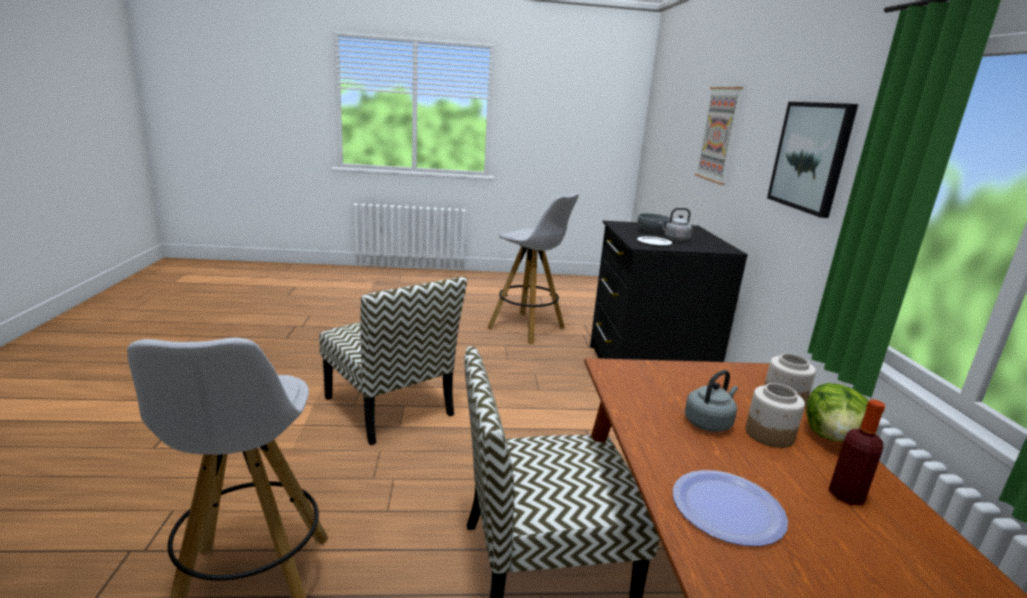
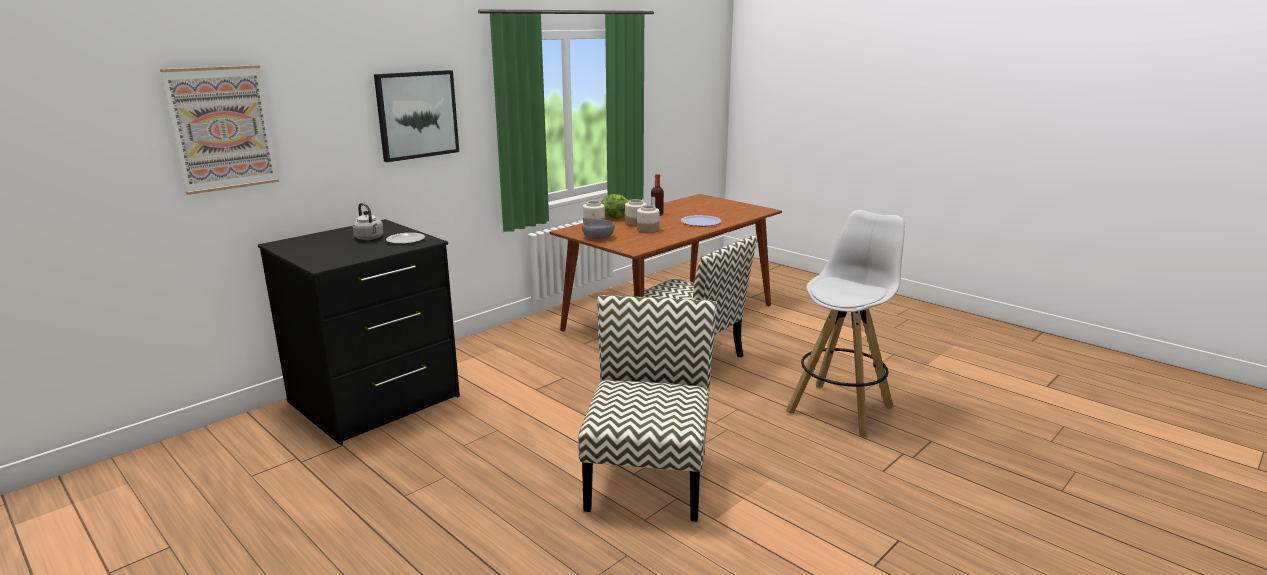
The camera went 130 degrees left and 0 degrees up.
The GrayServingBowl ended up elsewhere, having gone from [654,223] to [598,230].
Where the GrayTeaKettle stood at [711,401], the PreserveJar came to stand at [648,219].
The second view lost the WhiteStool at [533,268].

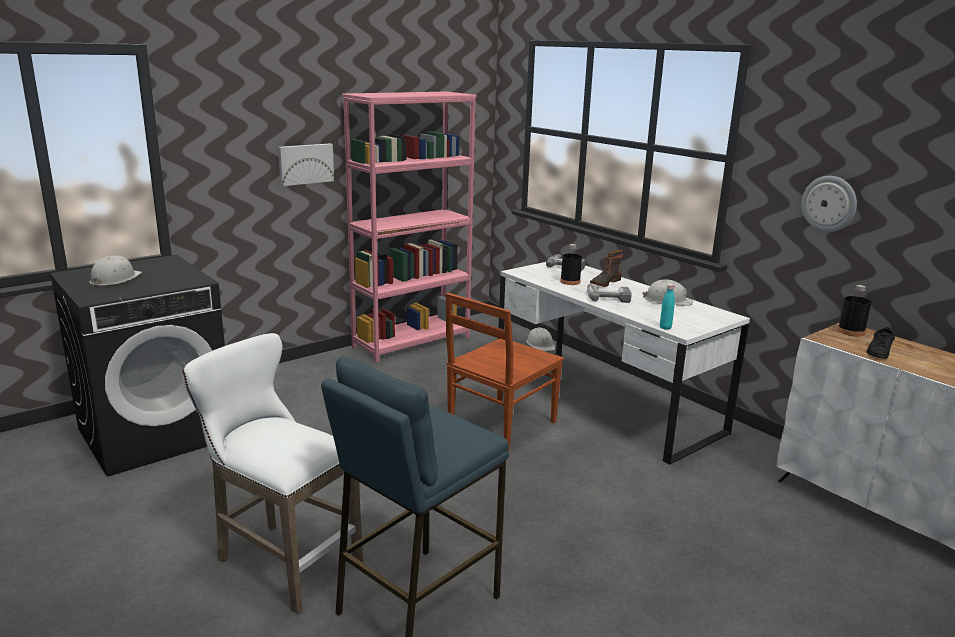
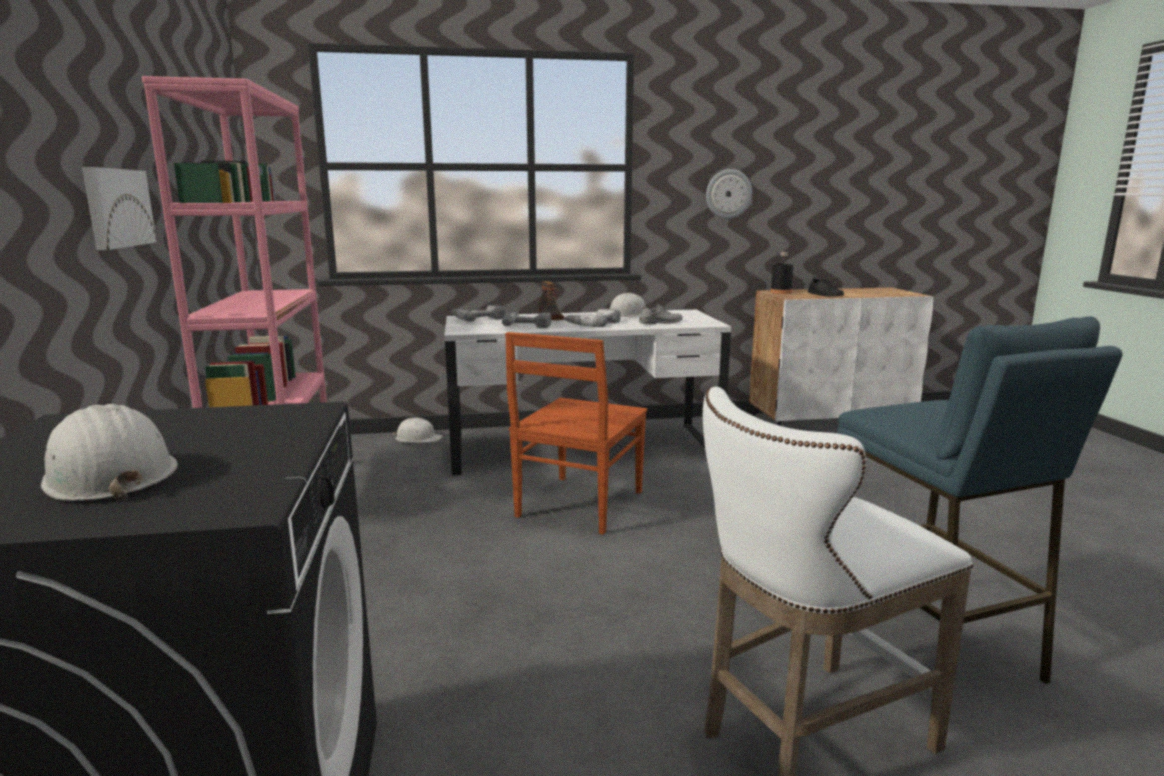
The camera went 60 degrees left and 5 degrees down.
Where the BlackishBeverageBottle stood at [571,264], the PowerDrill came to stand at [526,320].
The BrownishChair at [505,372] ended up facing another way, 45 degrees clockwise from before.
The second view gained the GrayItemOfFootwear at [661,314].
The second view lost the TurquoiseBeverageBottle at [667,307].

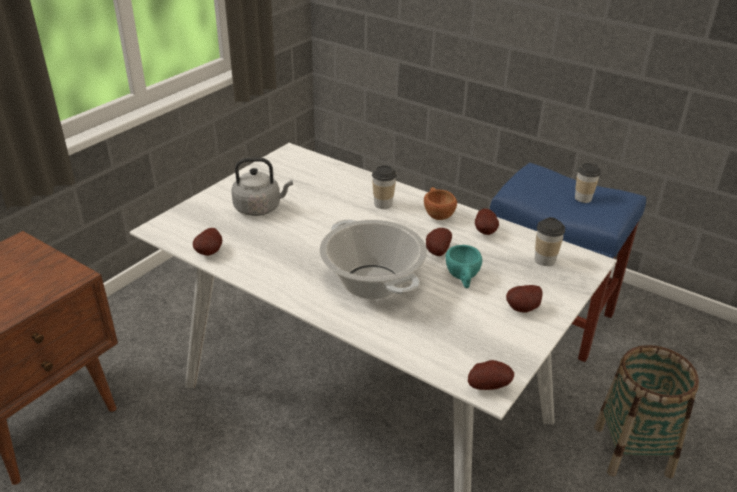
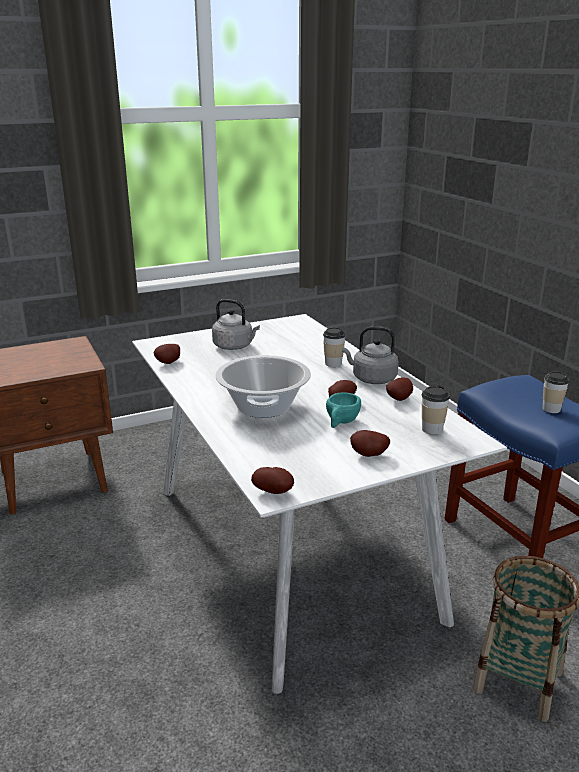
The camera went 30 degrees right and 10 degrees down.
Where the BrownishSmallCup stood at [440,203], the GrayTeaKettle came to stand at [370,355].

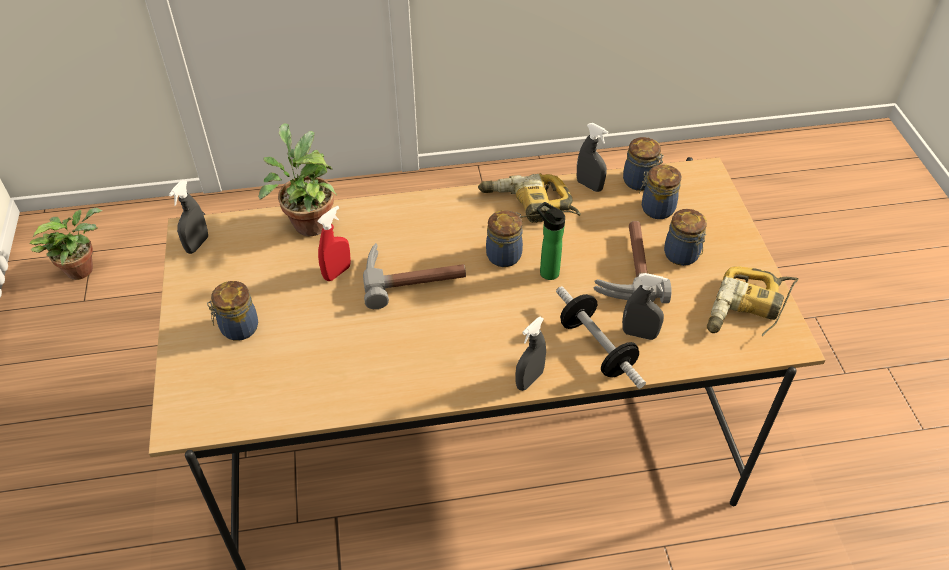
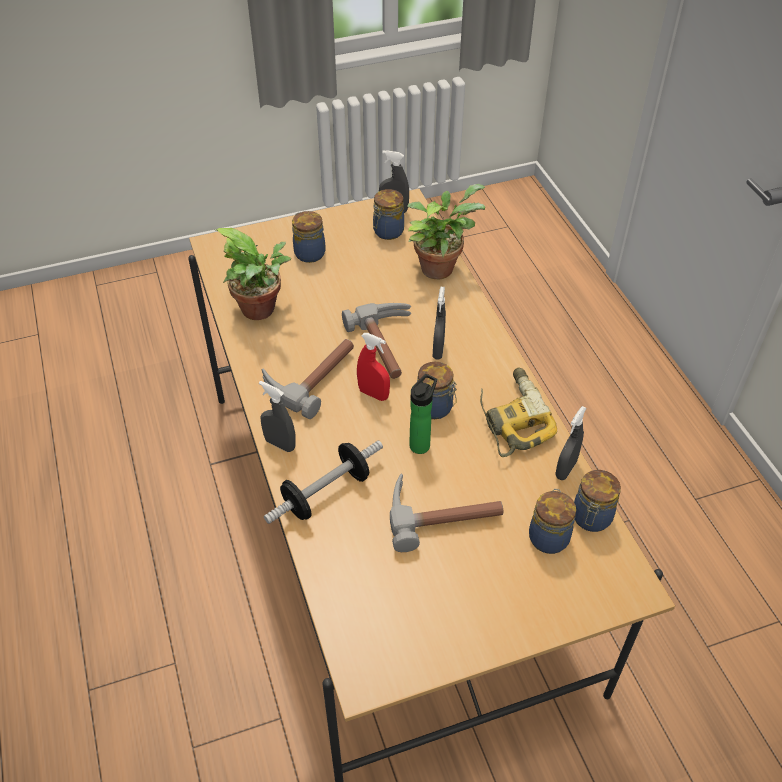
The camera went 80 degrees right and 0 degrees up.
The PottedPlant ended up elsewhere, having gone from [66,244] to [253,274].
The second view gained the HandHammer at [308,379].
The RedColouredSprayer ended up elsewhere, having gone from [334,243] to [373,367].
The PreserveJar ended up elsewhere, having gone from [685,237] to [388,214].
The GraySprayer ended up elsewhere, having gone from [645,306] to [439,323].
The second view lost the PowerDrill at [753,301].

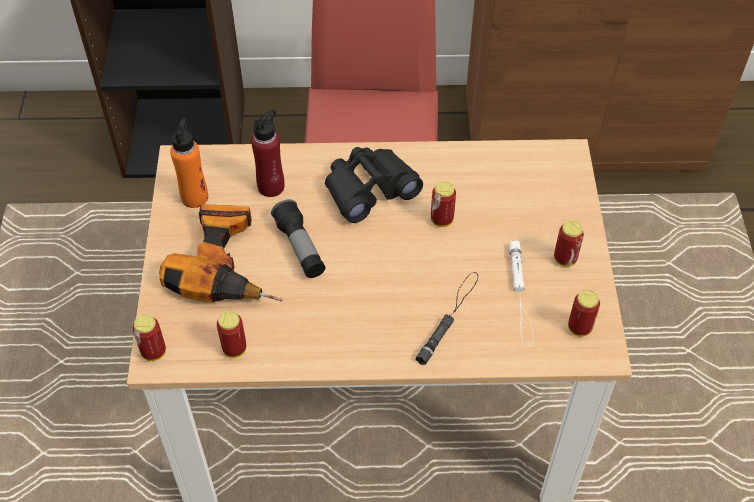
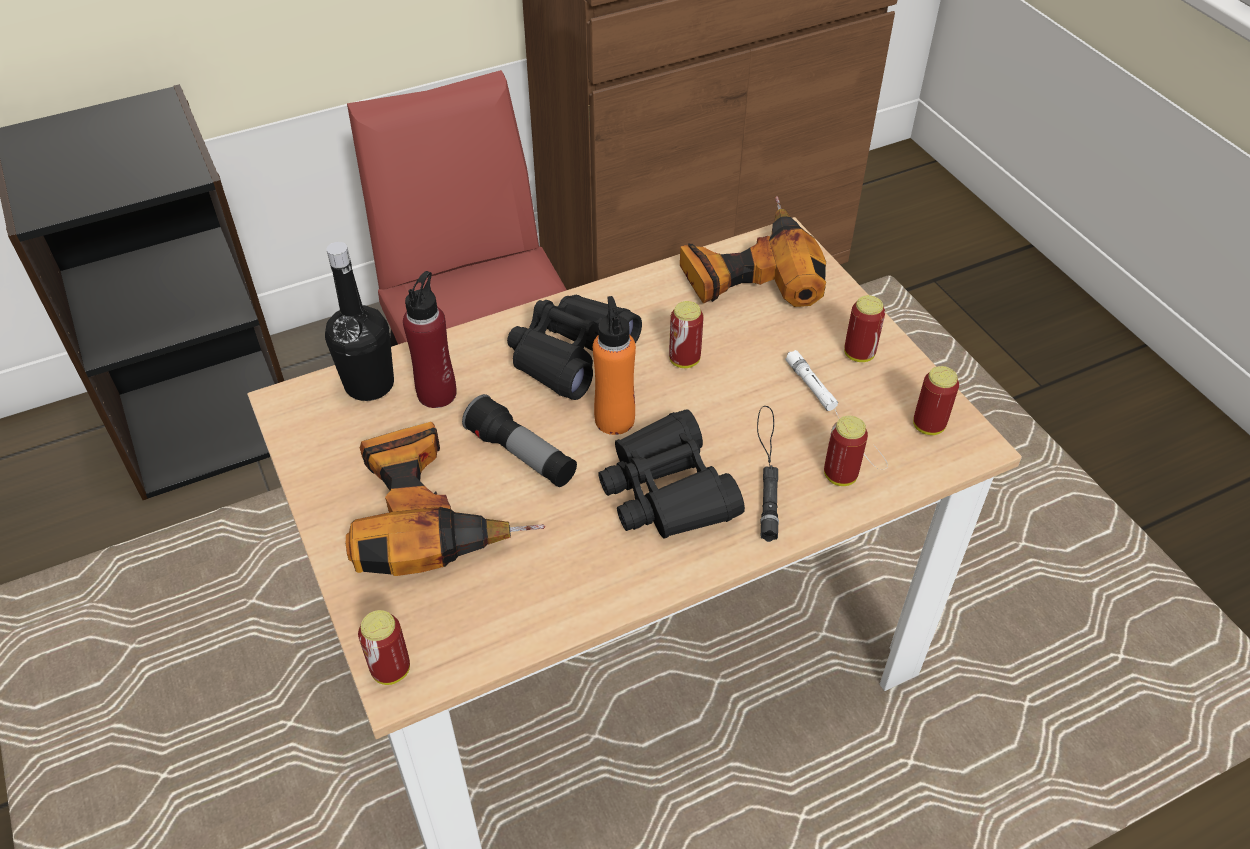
The camera went 25 degrees left and 5 degrees down.
The second view gained the BlackishBeverageBottle at [359,321].
The OrangeBeverageBottle ended up elsewhere, having gone from [189,163] to [614,365].
The second view gained the BlackishBinoculars at [671,474].
The second view gained the PowerDrill at [753,251].
The Can ended up elsewhere, having gone from [231,334] to [846,451].

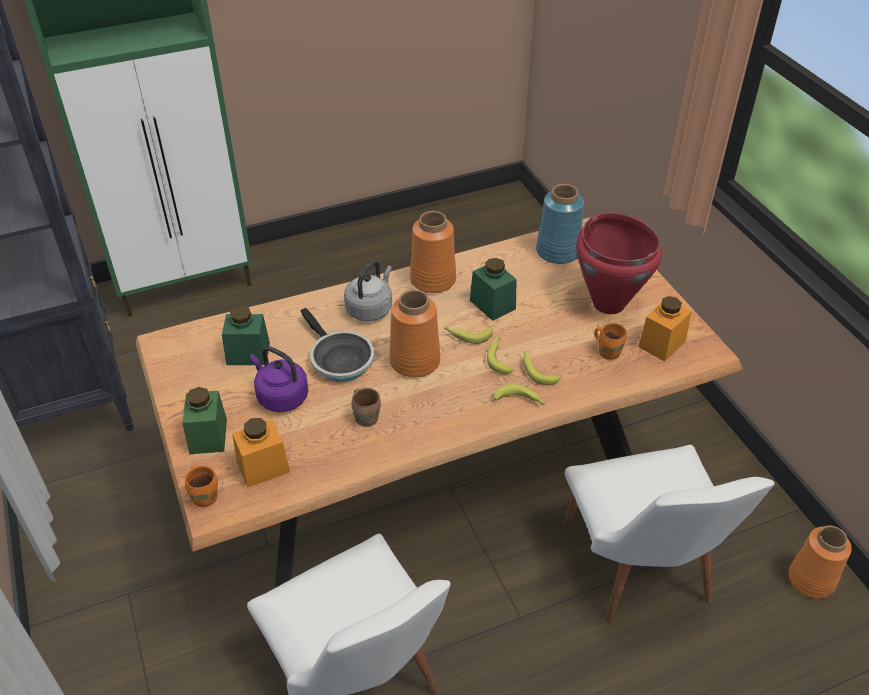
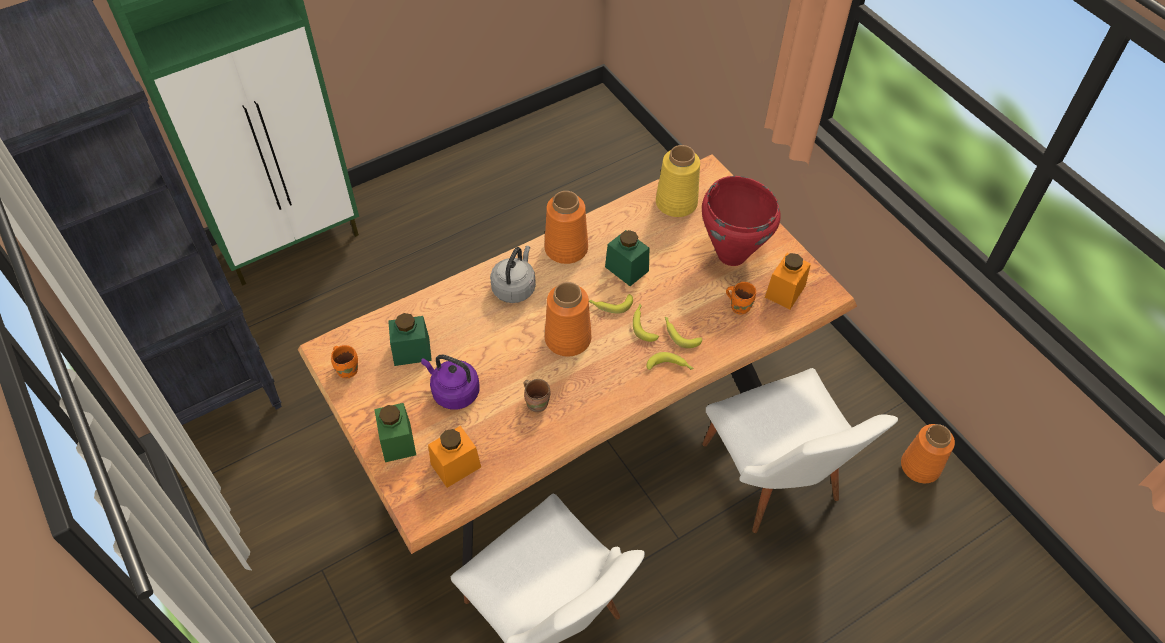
The camera went 10 degrees left and 10 degrees up.
The OrangeTeaMug ended up elsewhere, having gone from [201,486] to [344,361].
What was the BluishDecorativeVase at [560,224] turned into the YellowDecorativeVase at [678,181].
The second view lost the FryingPan at [338,345].

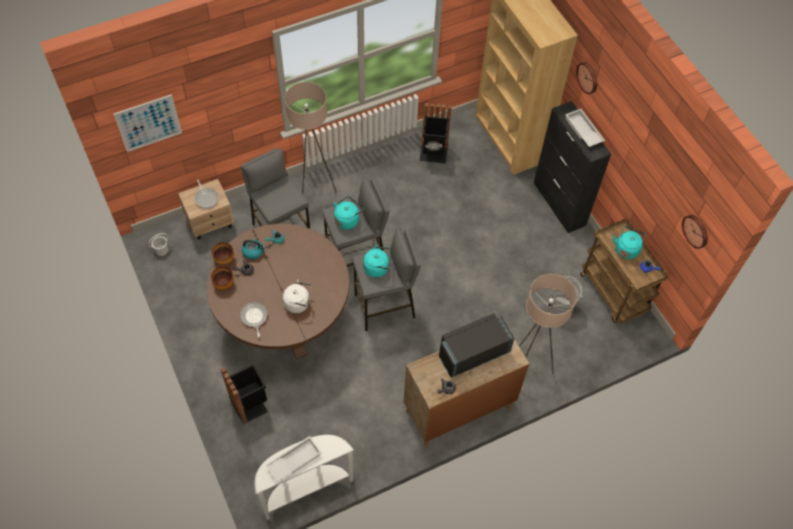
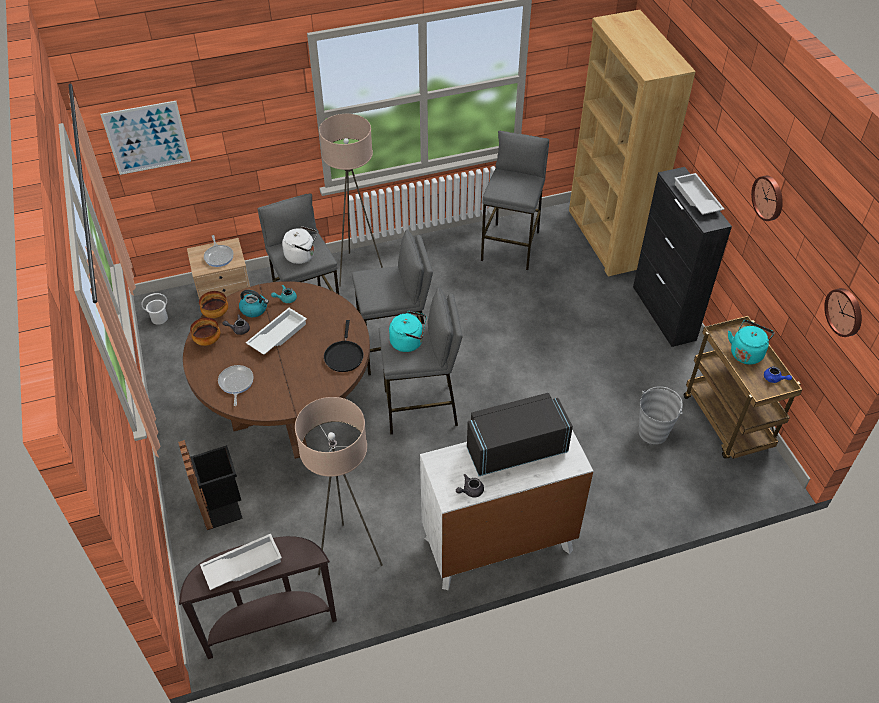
The camera went 10 degrees right and 10 degrees down.
What was the WhiteNarrowTable at [304,477] turned into the BrownishNarrowTable at [258,597].
The second view gained the WhiteServingTray at [276,331].
The WhiteTeaKettle ended up elsewhere, having gone from [297,296] to [300,245].
The SandColouredStandardLamp ended up elsewhere, having gone from [548,324] to [339,486].
The second view gained the BlackishFryingPan at [344,346].
What was the BrownishDresser at [466,393] turned into the WhiteDresser at [506,510].
Where the BlackishRubbishBin stood at [436,133], the GrayStool came to stand at [515,200].
The ClockOnTheWall ended up elsewhere, having gone from [586,78] to [767,198].
The second view lost the TurquoiseTeaKettle at [349,213].

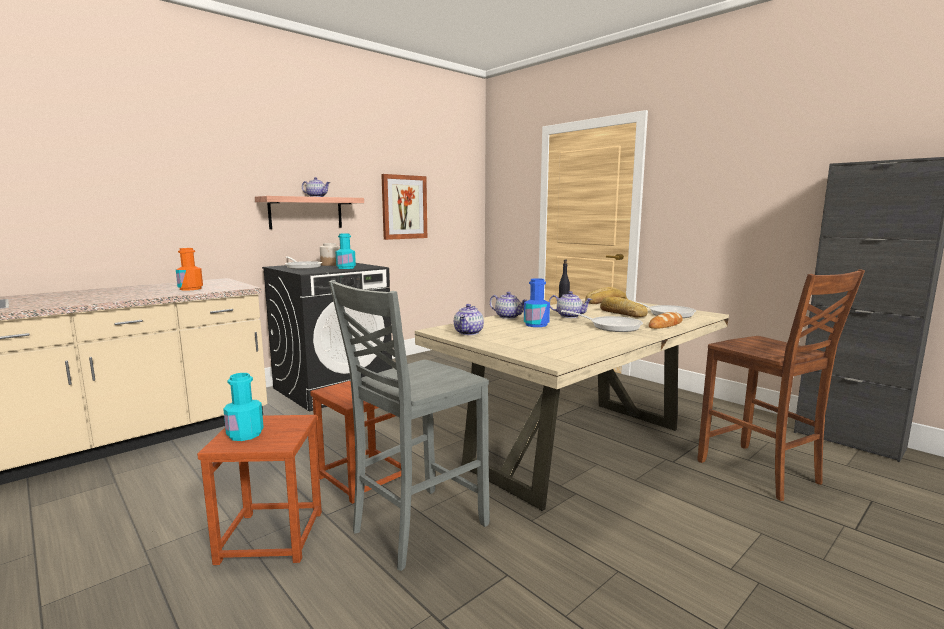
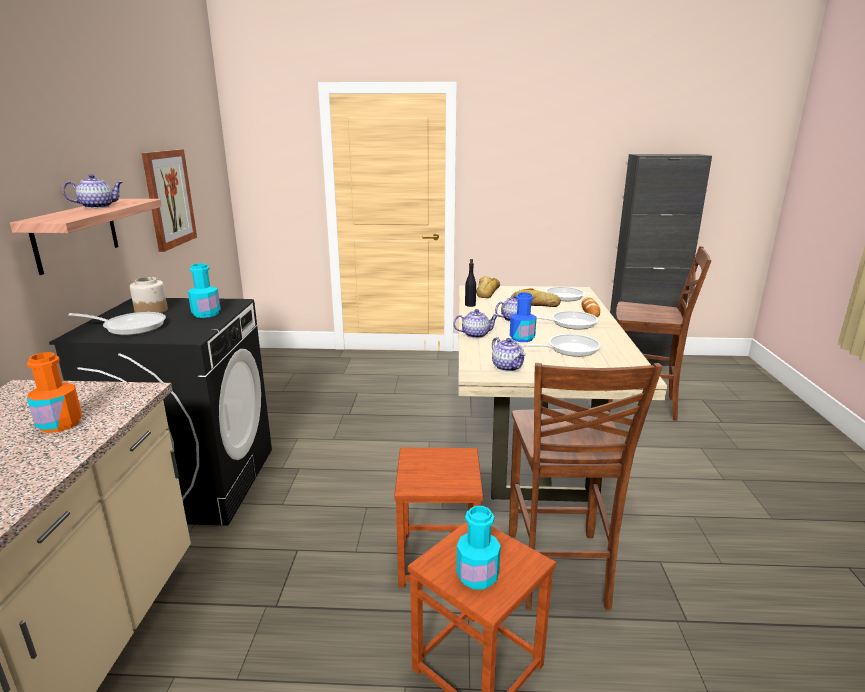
The camera went 45 degrees left and 10 degrees up.
What was the GrayChair at [409,425] turned into the BrownishChair at [586,487].
The second view gained the FryingPan at [560,345].

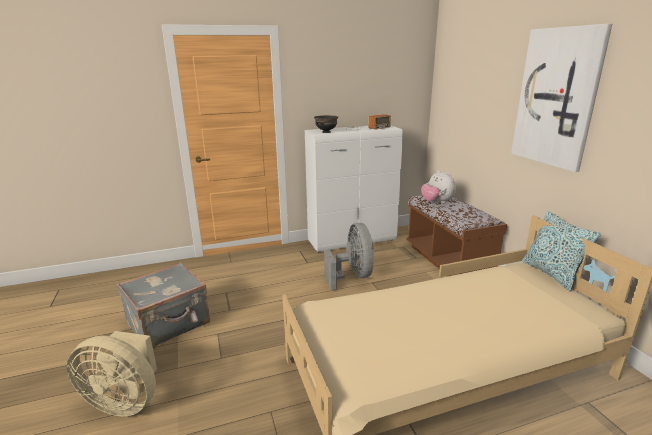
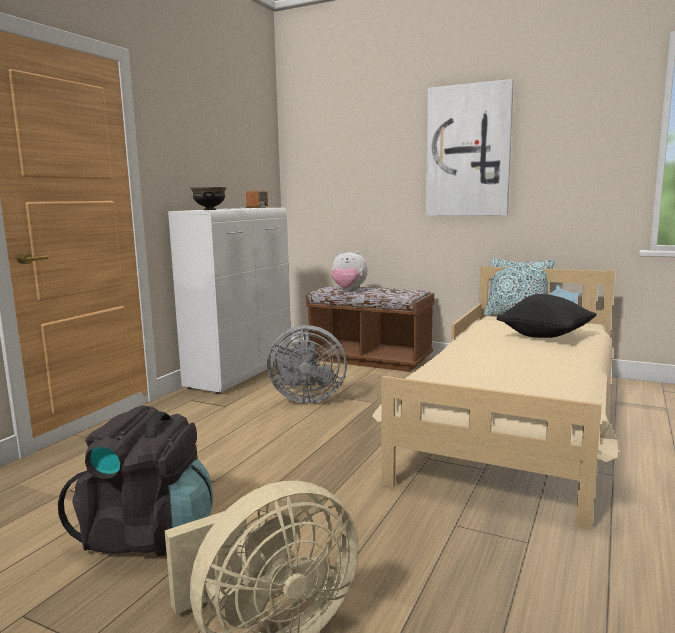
The camera went 45 degrees left and 10 degrees down.
Where the GraySuitcase stood at [163,305], the BlackishRucksack came to stand at [135,481].
The GrayFan at [349,256] ended up facing another way, 150 degrees clockwise from before.
The second view gained the BlackishPillow at [547,316].

